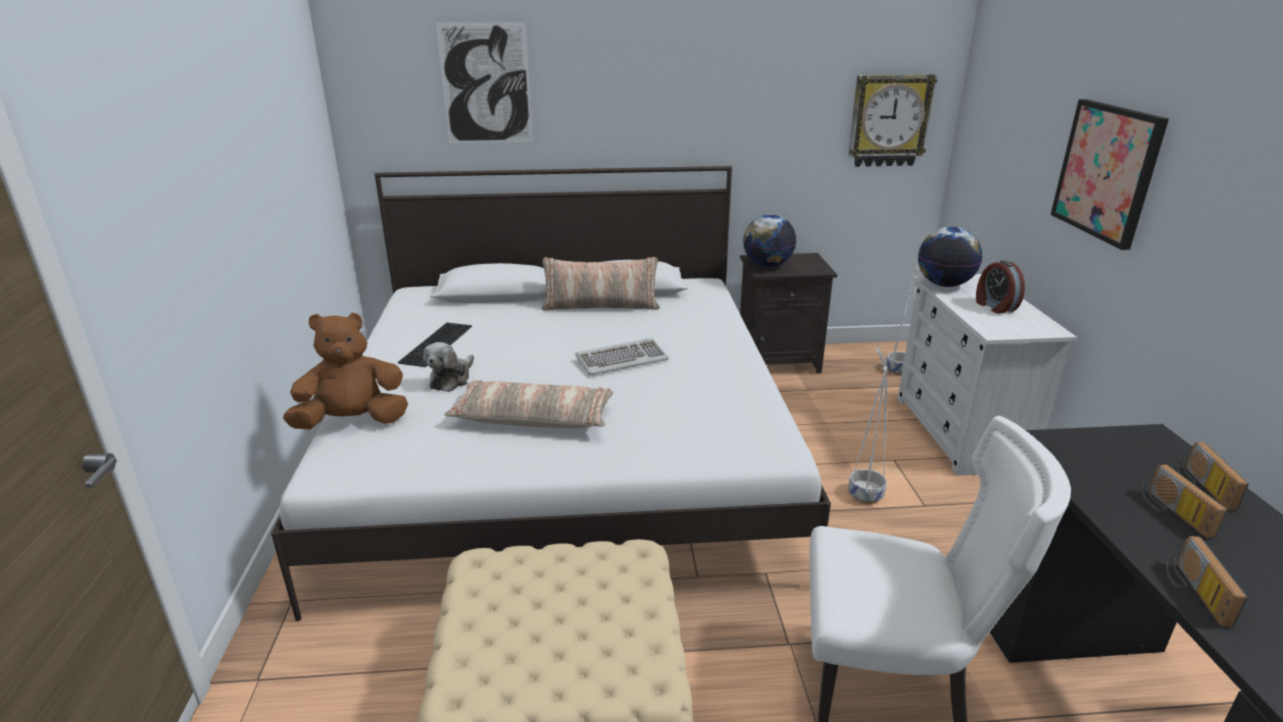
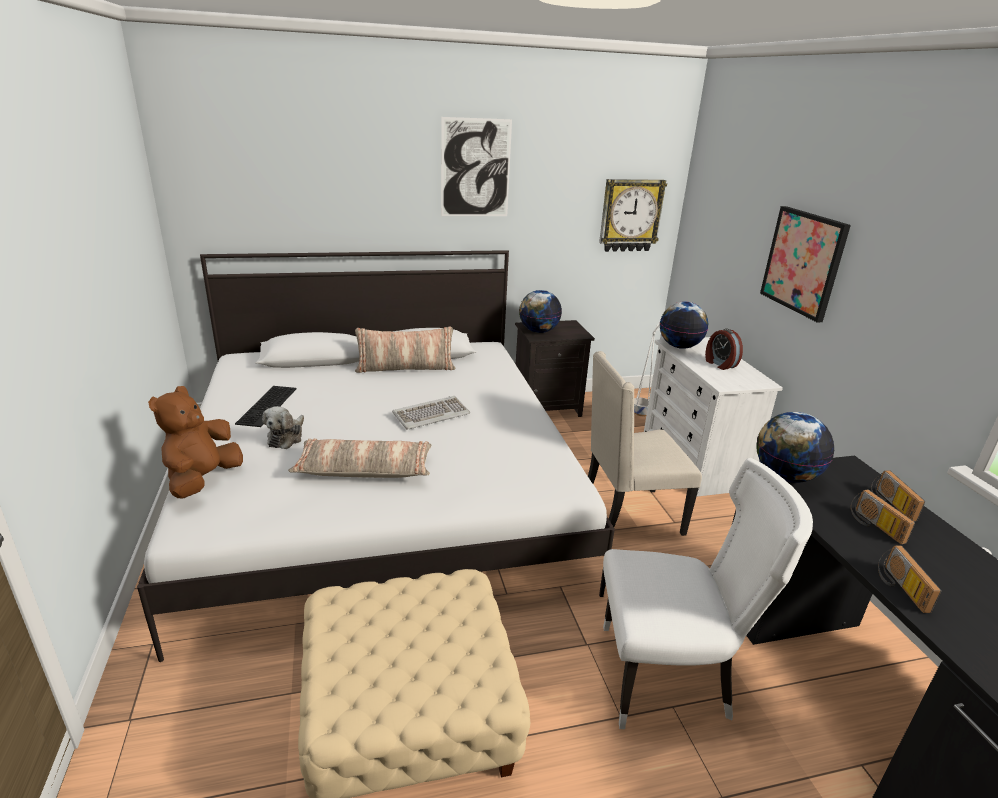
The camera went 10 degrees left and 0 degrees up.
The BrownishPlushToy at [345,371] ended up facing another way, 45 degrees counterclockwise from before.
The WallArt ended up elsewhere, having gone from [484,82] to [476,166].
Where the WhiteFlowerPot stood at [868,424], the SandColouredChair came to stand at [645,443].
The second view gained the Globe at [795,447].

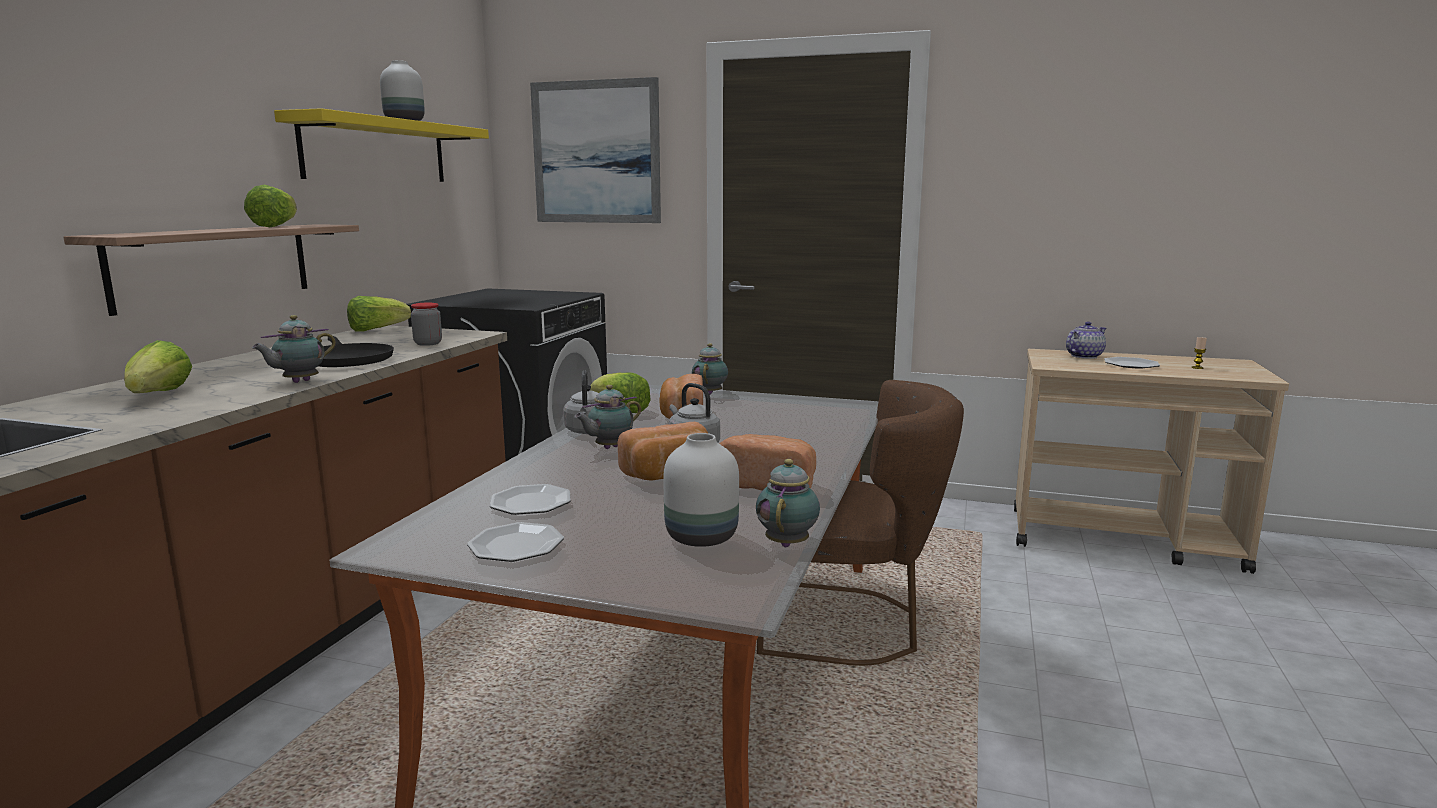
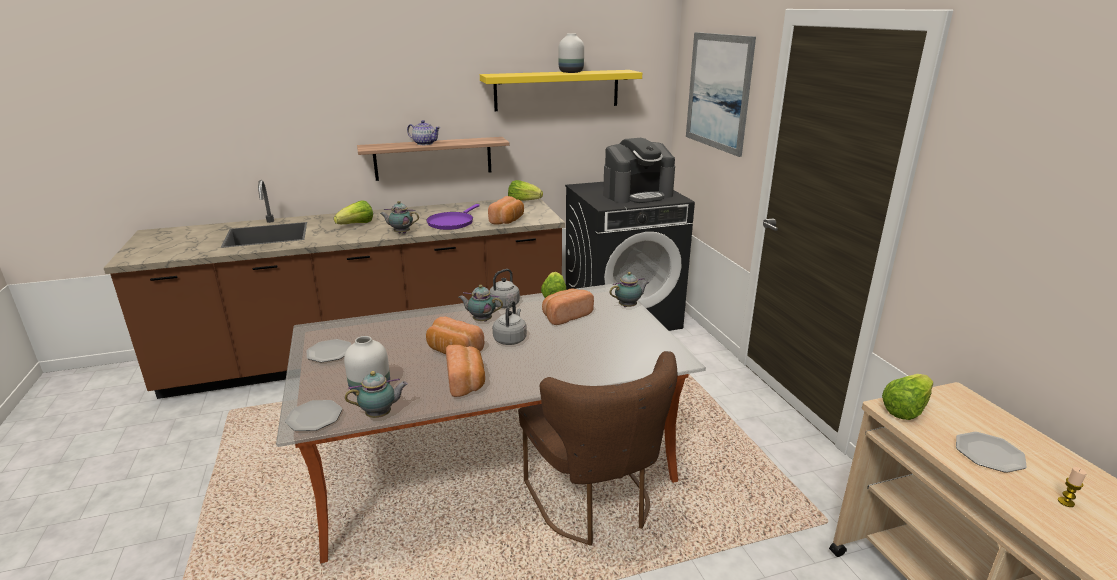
The camera went 55 degrees right and 10 degrees up.
The DinnerPlate ended up elsewhere, having gone from [530,499] to [313,415].
The TeaPot ended up elsewhere, having gone from [1086,340] to [424,132].
What was the BlackishFryingPan at [356,351] turned into the PurpleFryingPan at [453,217].
Where the PreserveJar stood at [426,324], the BakedBread came to stand at [506,210].
The second view gained the CoffeeBrewer at [639,170].
The HeadOfLettuce ended up elsewhere, having gone from [270,206] to [907,397].

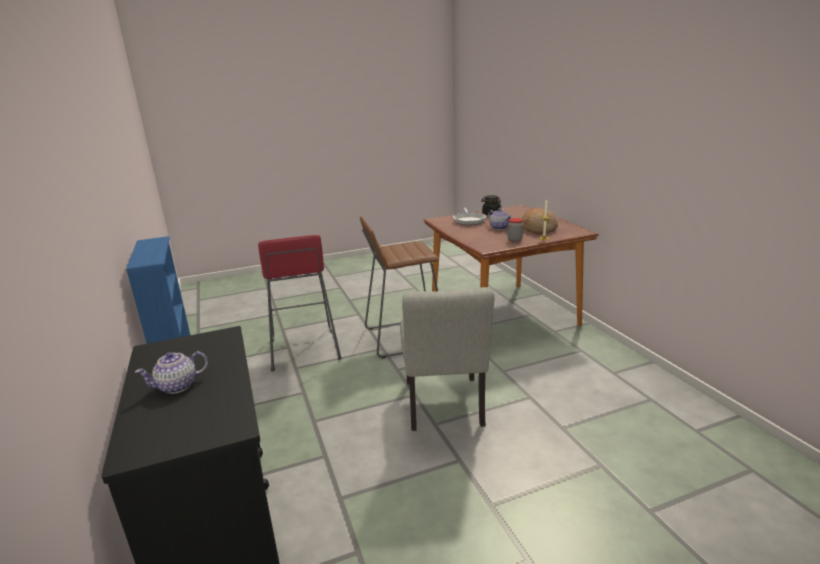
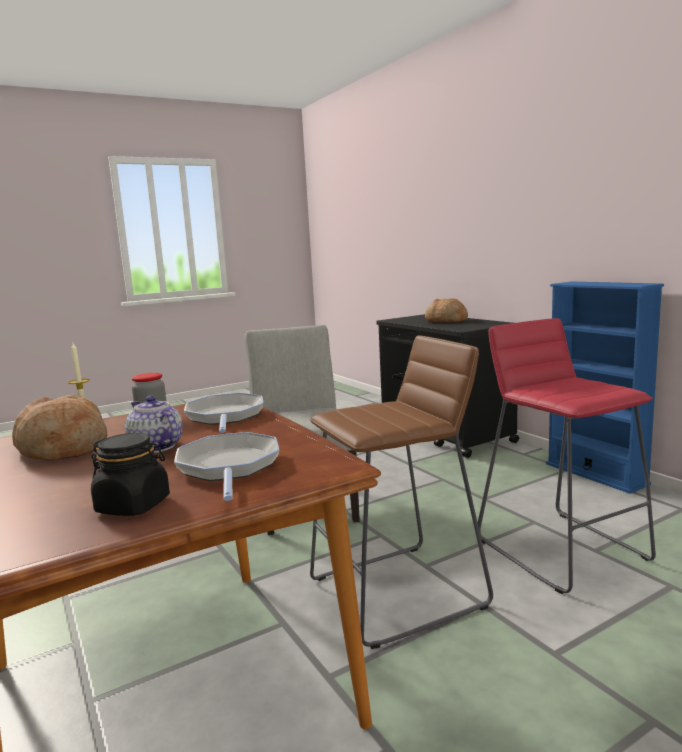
The camera went 170 degrees right and 10 degrees down.
The second view gained the FryingPan at [223,413].
Where the TeaPot stood at [171,372], the BakedBread came to stand at [446,310].

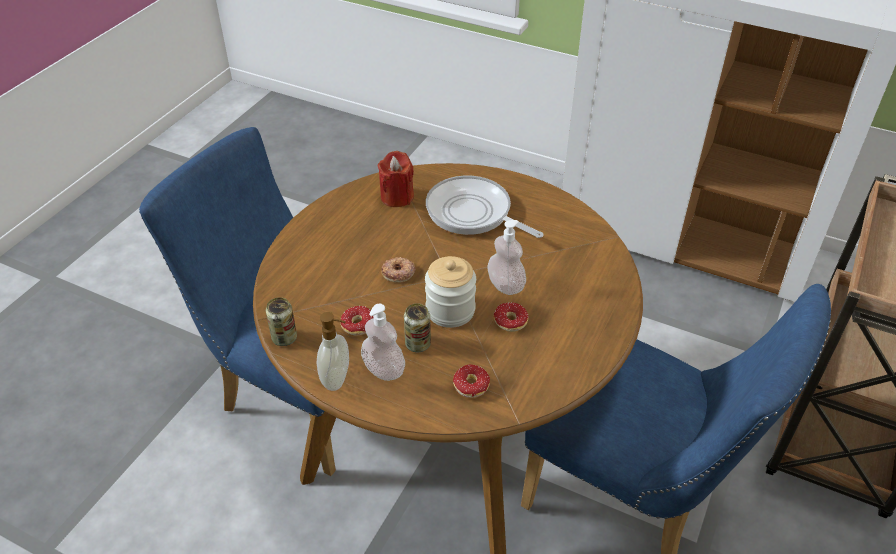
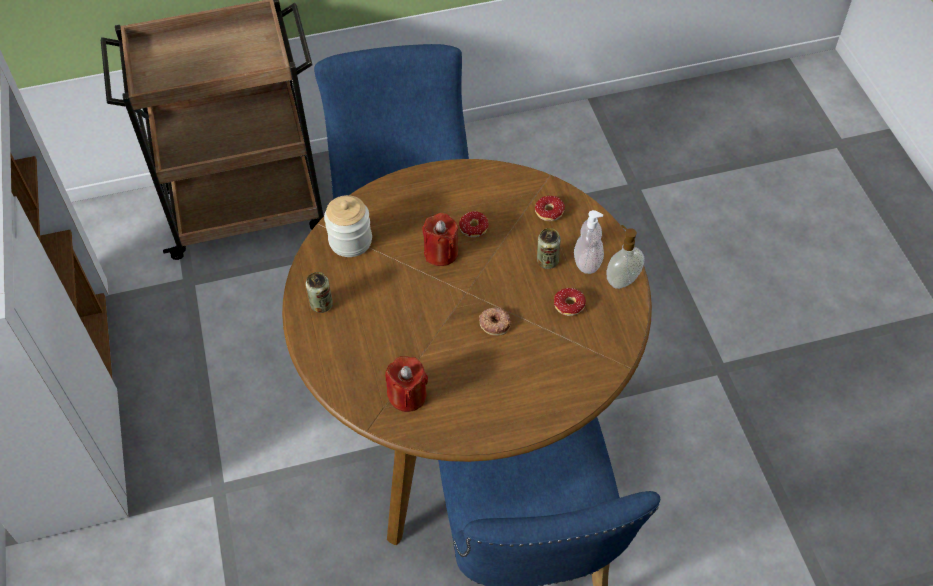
The camera went 130 degrees left and 10 degrees up.
The Can ended up elsewhere, having gone from [281,321] to [319,292].
The PreserveJar ended up elsewhere, having gone from [450,292] to [348,226].
Where the SoapBottle stood at [506,257], the RedColouredCandle came to stand at [440,239].
The second view lost the FryingPan at [484,207].

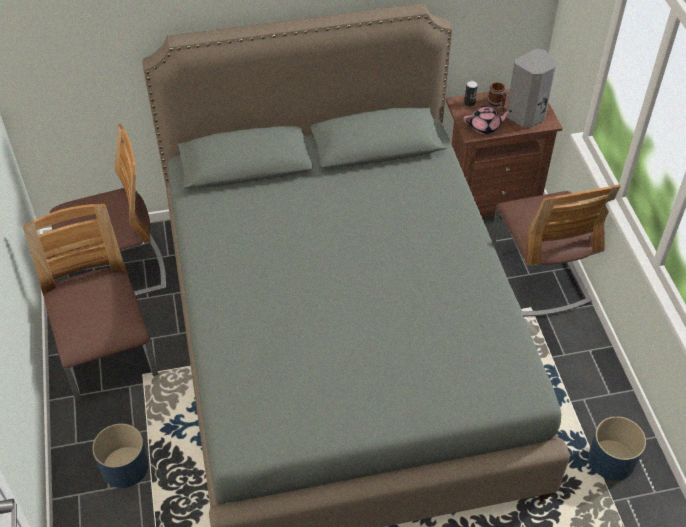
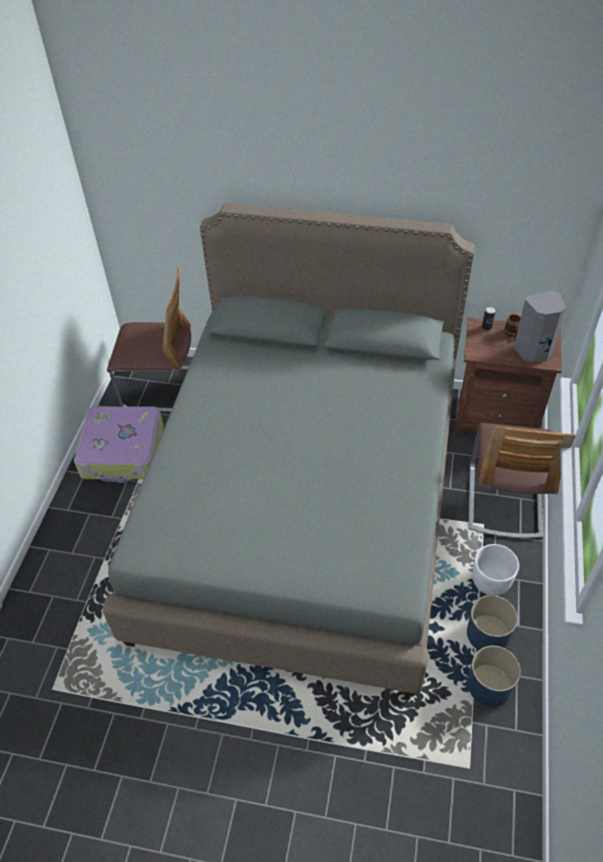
The camera went 25 degrees right and 0 degrees up.
Where the Chair stood at [90,302], the Suitcase came to stand at [119,444].
The BluishFlowerPot ended up elsewhere, having gone from [120,456] to [492,623].
The second view gained the WhiteFlowerPot at [496,570].
The second view lost the PinkishTeaPot at [488,120].

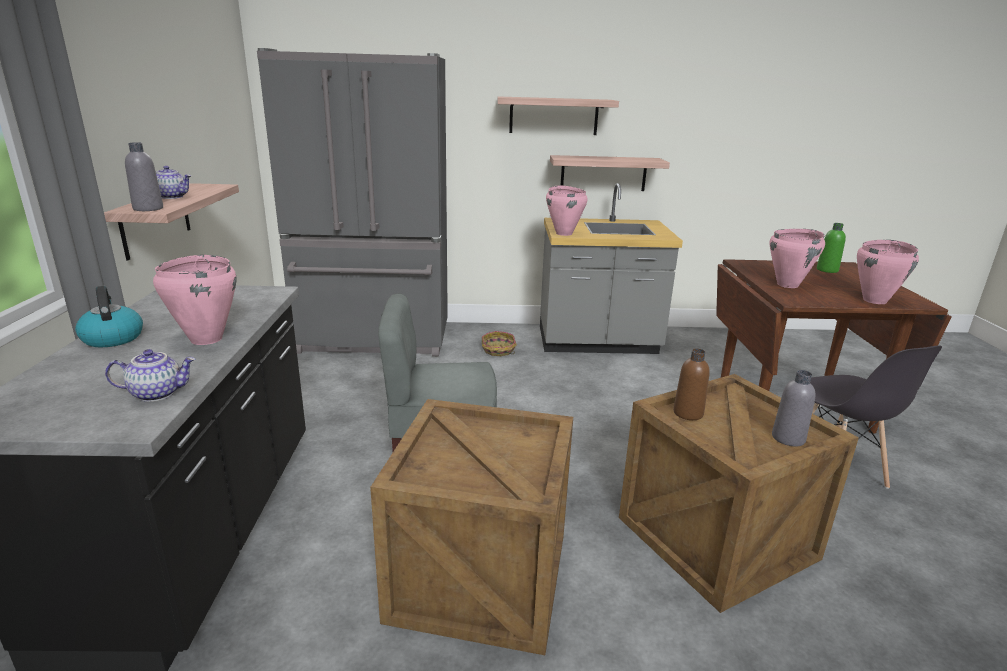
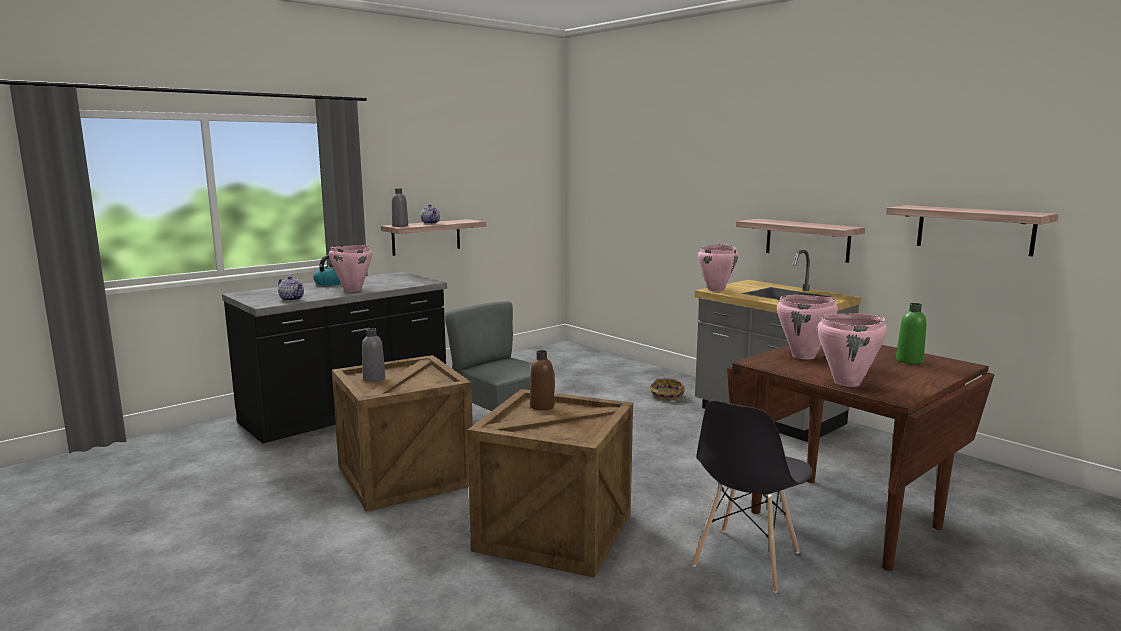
The camera went 50 degrees right and 10 degrees down.
The GrayBeverageBottle ended up elsewhere, having gone from [793,408] to [373,355].
The WallShelf ended up elsewhere, having gone from [558,115] to [972,230].
The second view lost the GrayKitchenFridge at [352,202].

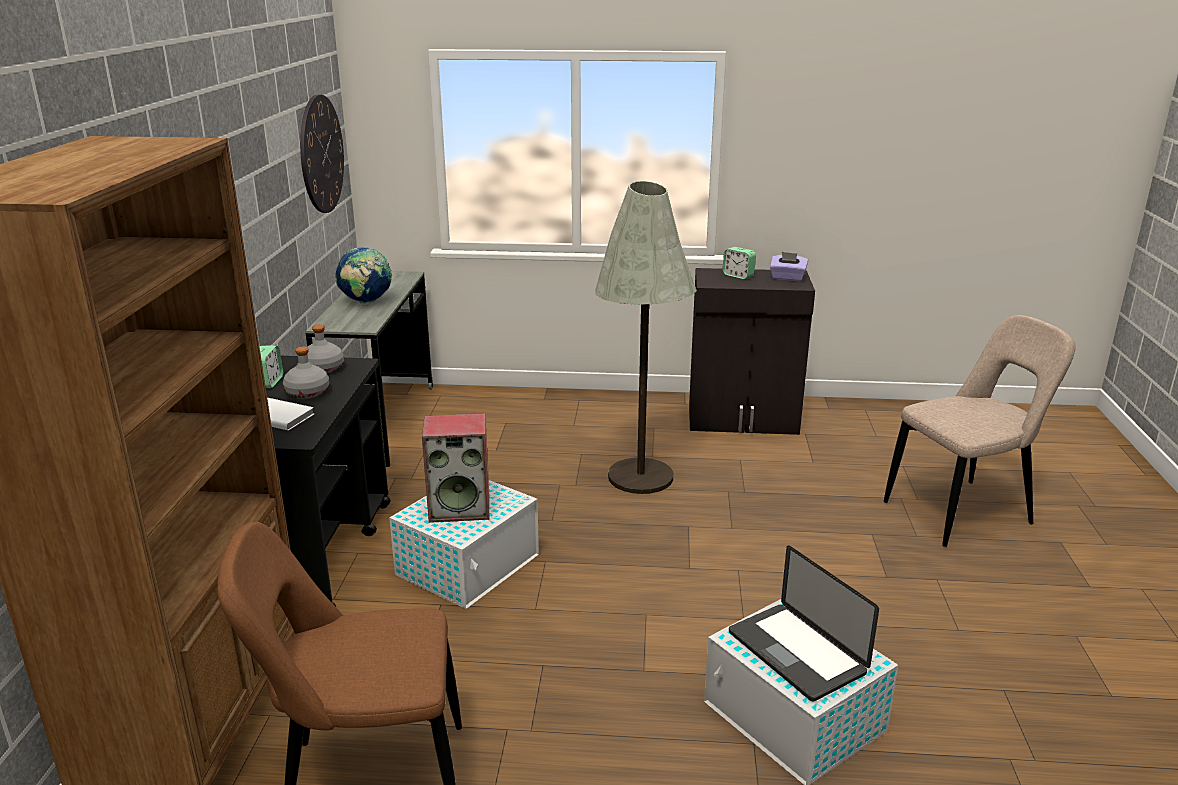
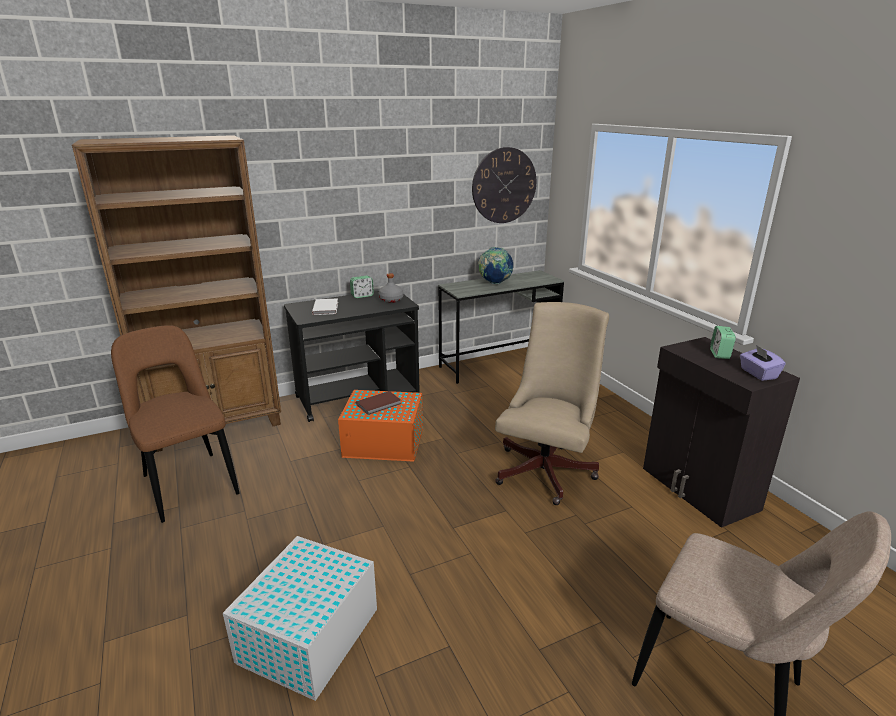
The camera went 60 degrees right and 0 degrees up.
What was the WhiteStorageContainer at [464,544] turned into the OrangeStorageContainer at [380,426].
Where the Speaker stood at [456,468], the BrownishVolume came to stand at [378,403].
Where the GrayStandardLamp stood at [646,337], the SandColouredOfficeChair came to stand at [552,403].
The second view lost the GrayBeverageBottle at [306,372].
The second view lost the PortableComputer at [804,624].

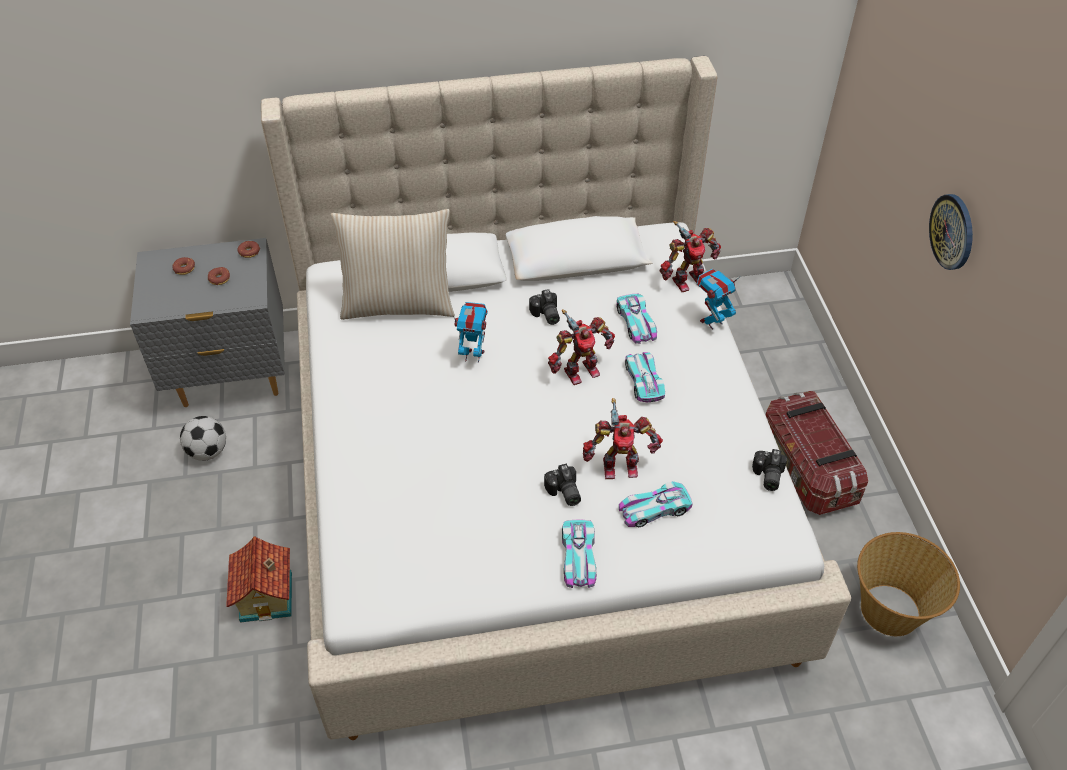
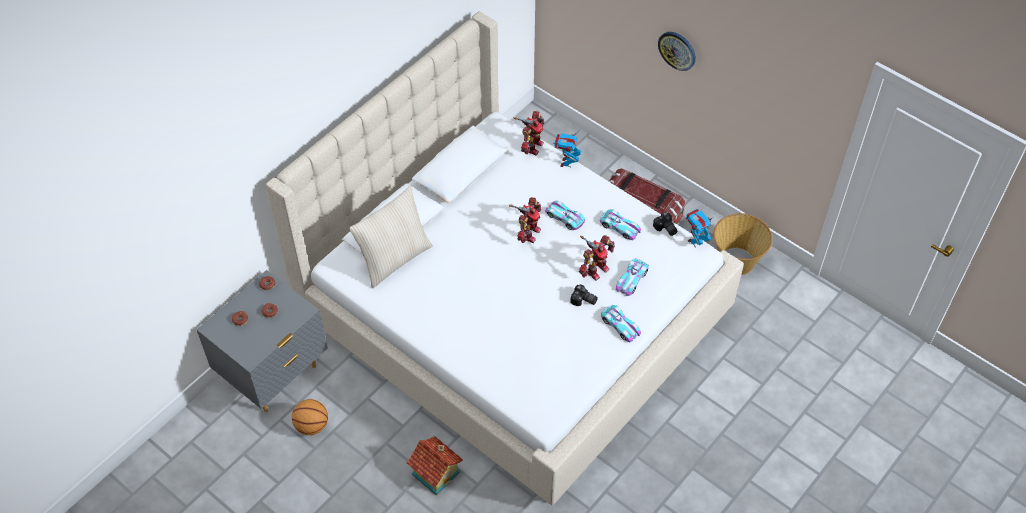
The camera went 40 degrees left and 5 degrees up.
Where the FootballBall stood at [203,438], the Basketball came to stand at [310,417].
The MiniatureCar ended up elsewhere, having gone from [637,319] to [620,224].
The RobotFigure ended up elsewhere, having gone from [470,332] to [700,228].
The second view lost the PhotoCamera at [544,307].

